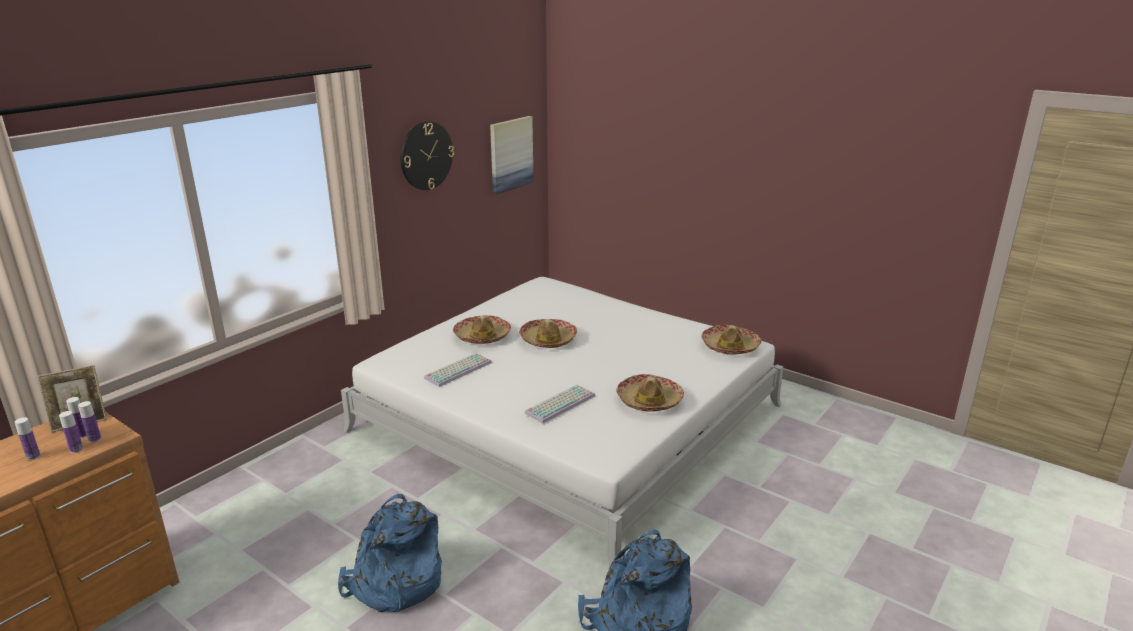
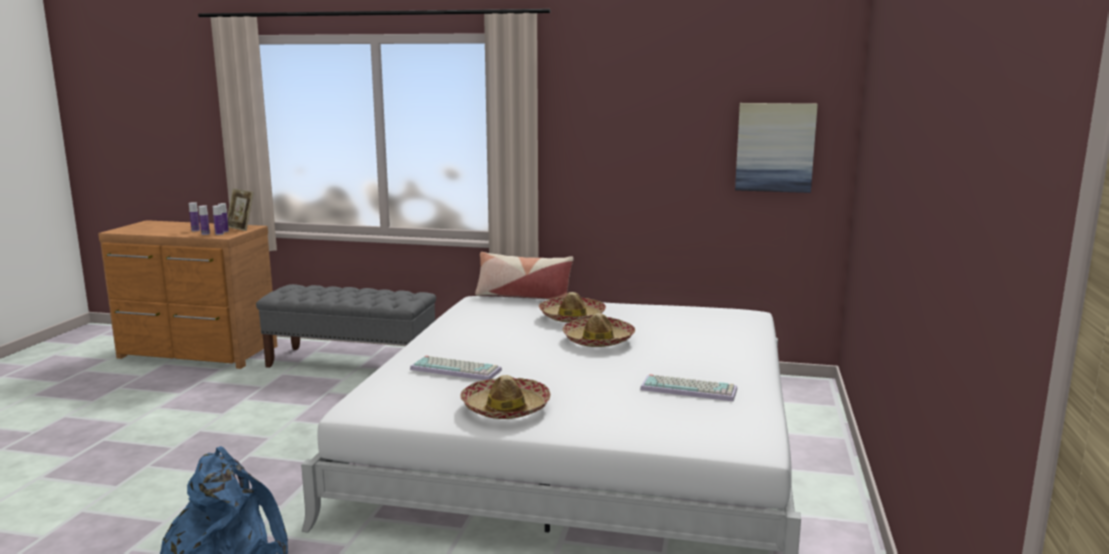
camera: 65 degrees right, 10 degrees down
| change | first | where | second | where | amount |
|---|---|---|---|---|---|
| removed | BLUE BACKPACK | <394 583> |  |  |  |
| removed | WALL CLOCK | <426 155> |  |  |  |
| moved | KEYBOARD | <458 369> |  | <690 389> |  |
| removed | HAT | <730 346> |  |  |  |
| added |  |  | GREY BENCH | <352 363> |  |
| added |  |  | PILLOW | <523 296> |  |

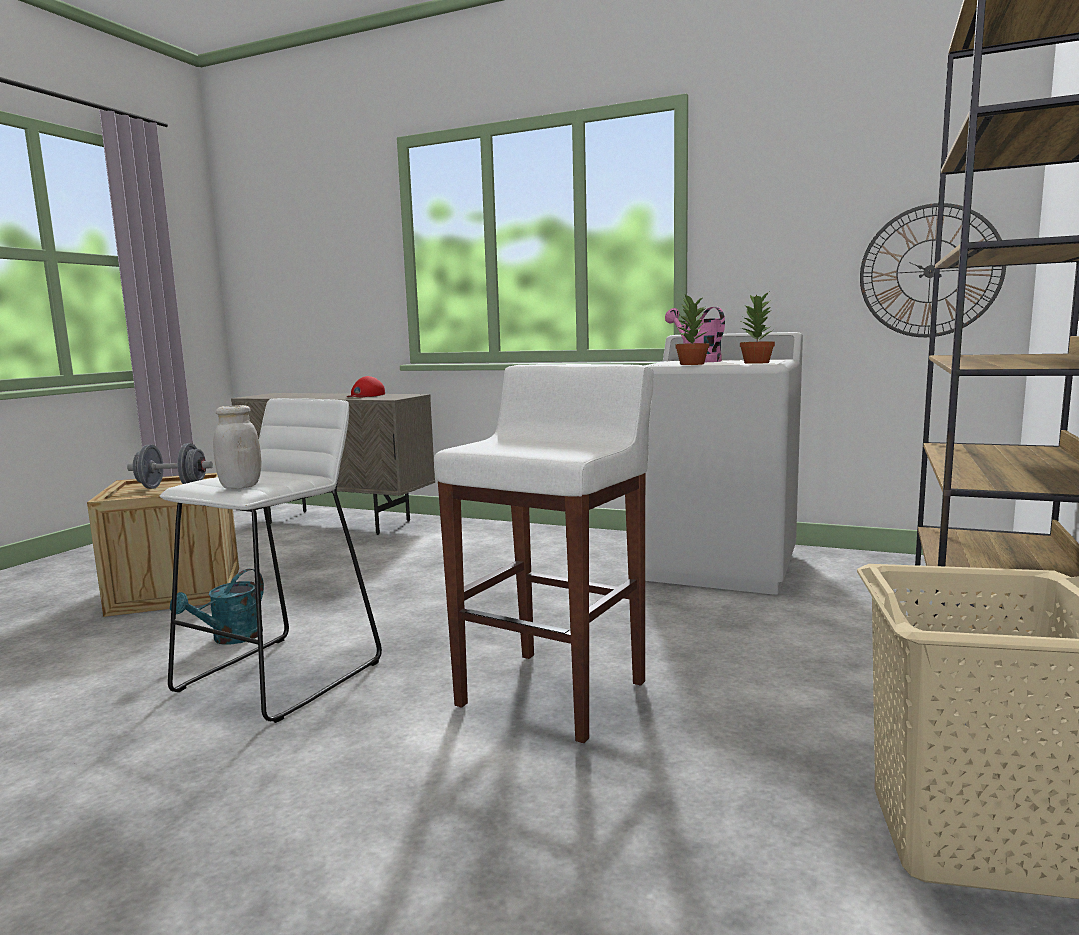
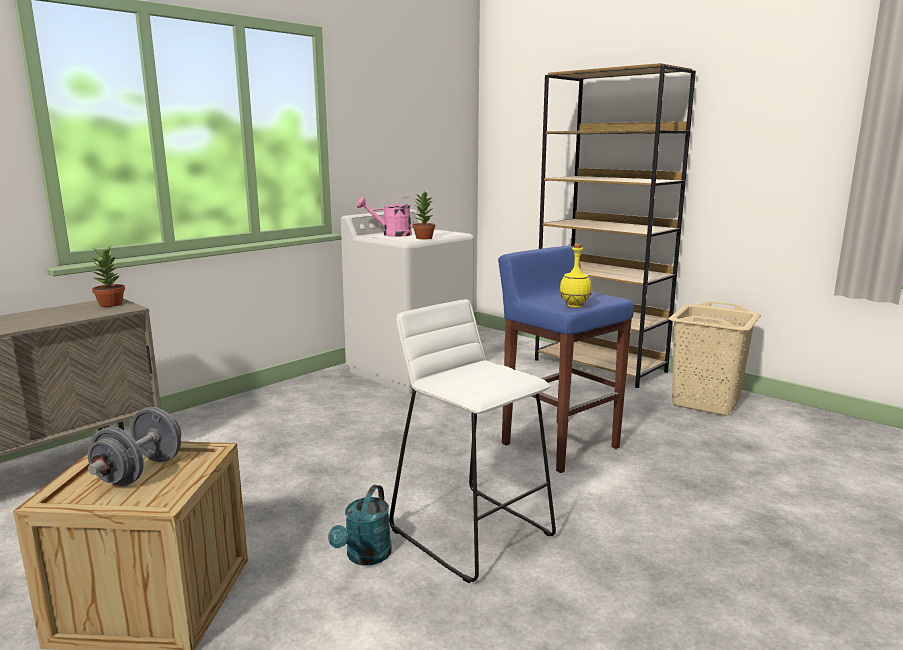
camera: 70 degrees left, 5 degrees up
| change | first | where | second | where | amount |
|---|---|---|---|---|---|
| turned | TURQUOISE WATERING CAN | <230 638> |  | <365 557> | 60 degrees clockwise |
| removed | WHITE JAR | <240 486> |  |  |  |
| removed | RED CAP | <365 395> |  |  |  |
| recoloured | WHITE STOOL | <554 693> | BLUE STOOL | <558 445> |  |
| moved | POTTED PLANT | <756 363> |  | <111 304> |  |
| removed | WALL CLOCK | <930 271> |  |  |  |
| added |  |  | YELLOW BOTTLE | <575 306> |  |

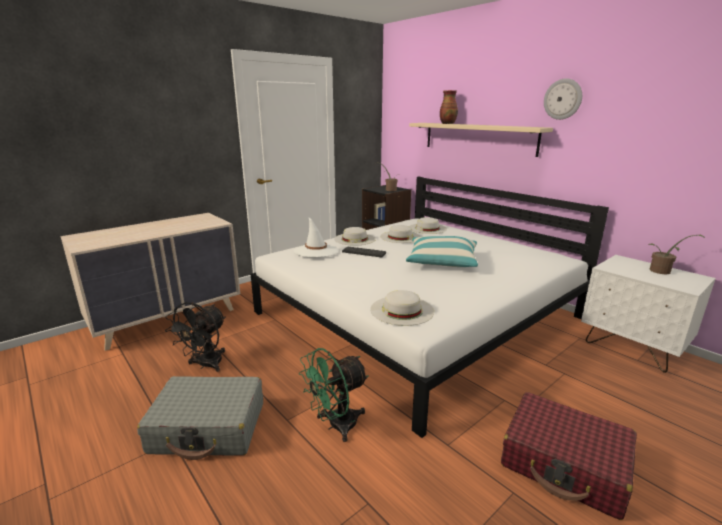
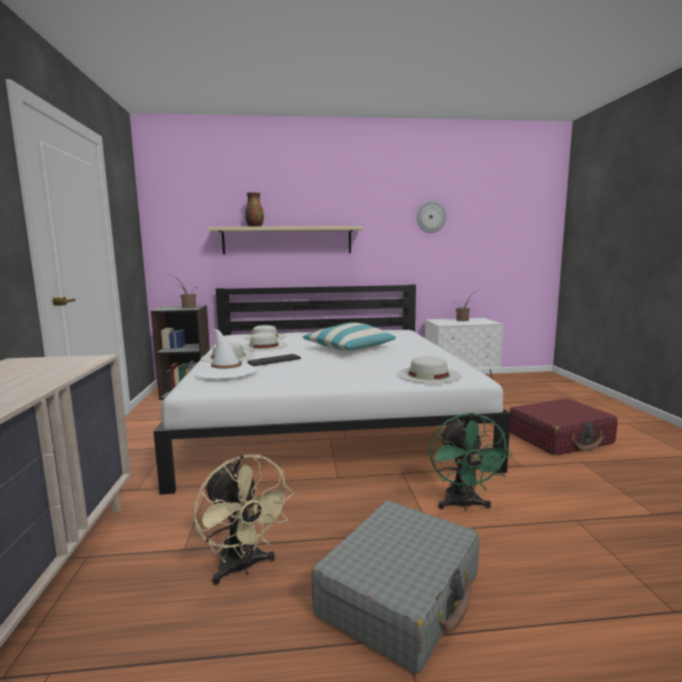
camera: 55 degrees left, 10 degrees down
| change | first | where | second | where | amount |
|---|---|---|---|---|---|
| recoloured | BLACK FAN | <205 365> | BEIGE FAN | <243 568> |  |
| moved | WALL CLOCK | <563 99> |  | <431 217> |  |

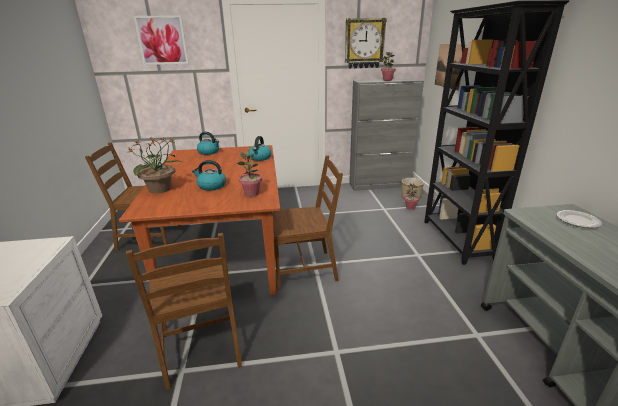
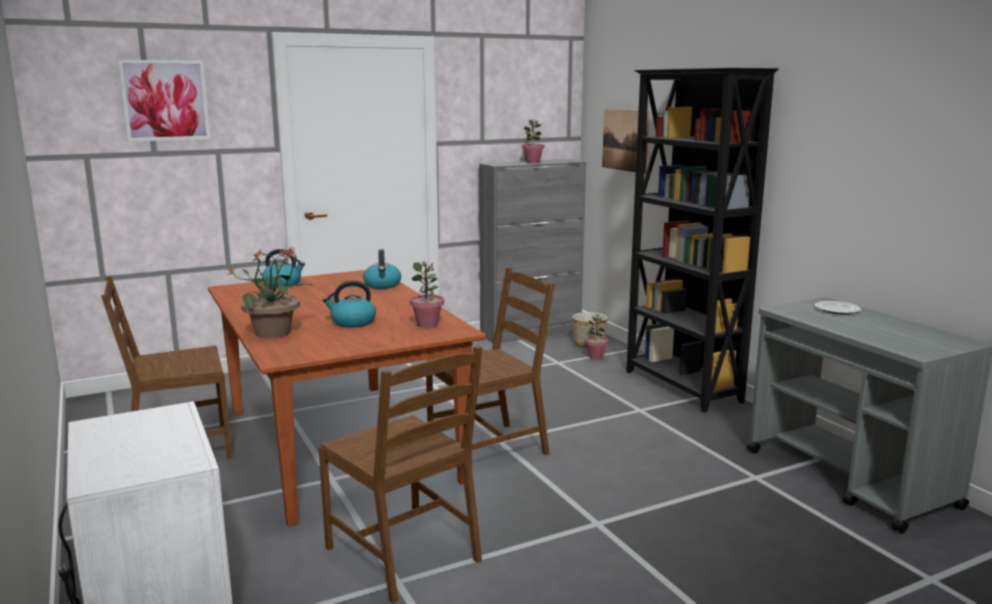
camera: 20 degrees left, 10 degrees down
| change | first | where | second | where | amount |
|---|---|---|---|---|---|
| removed | WALL CLOCK | <364 43> |  |  |  |

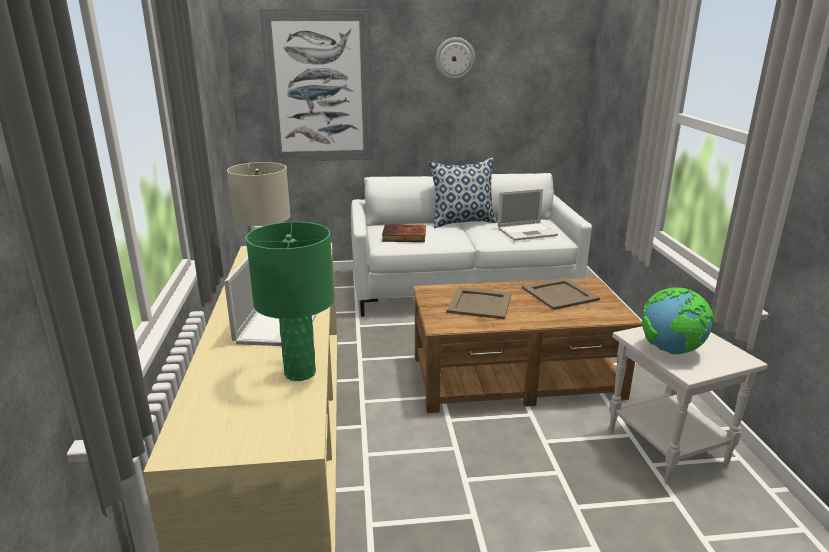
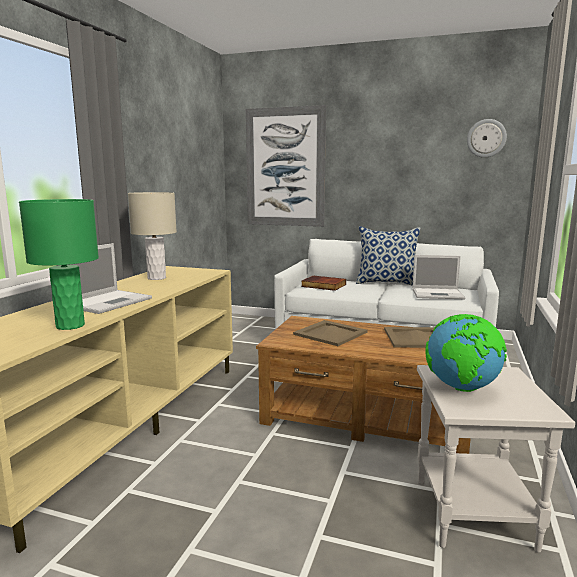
camera: 25 degrees right, 10 degrees down
| change | first | where | second | where | amount |
|---|---|---|---|---|---|
| moved | WALL CLOCK | <455 58> |  | <486 138> |  |

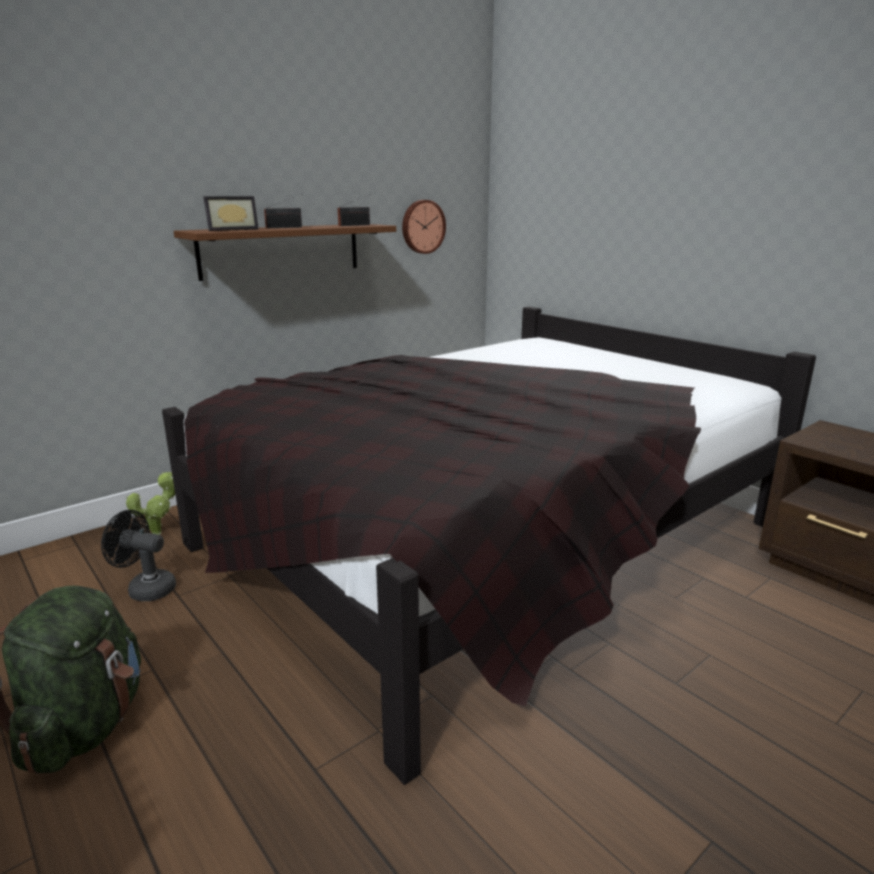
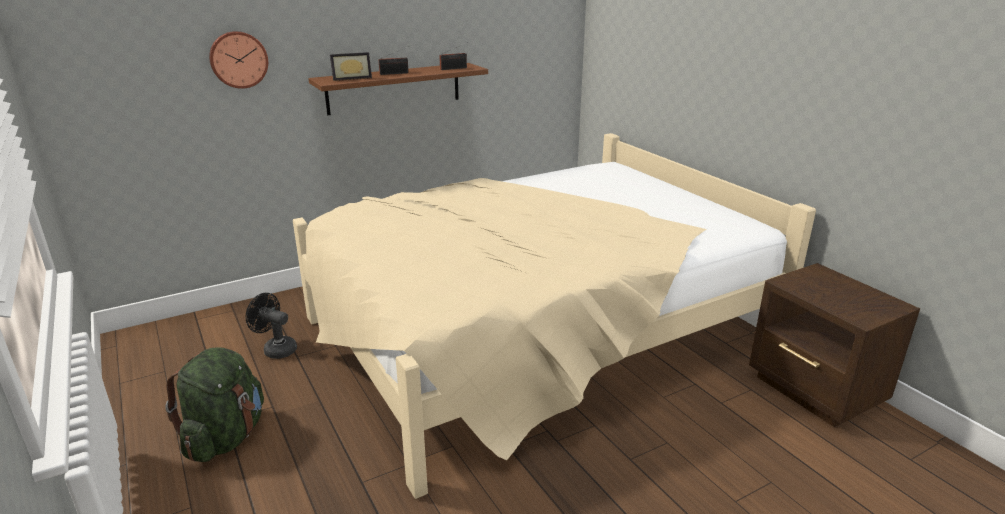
camera: 10 degrees right, 5 degrees up
| change | first | where | second | where | amount |
|---|---|---|---|---|---|
| removed | POTTED PLANT | <160 532> |  |  |  |
| recoloured | BLACK BED | <488 537> | BEIGE BED | <535 333> |  |
| moved | WALL CLOCK | <422 227> |  | <238 59> |  |

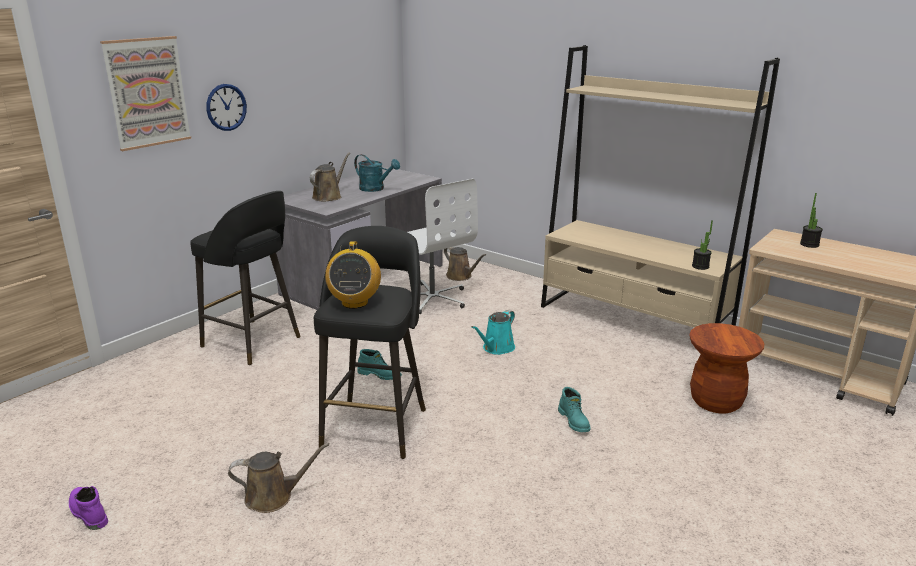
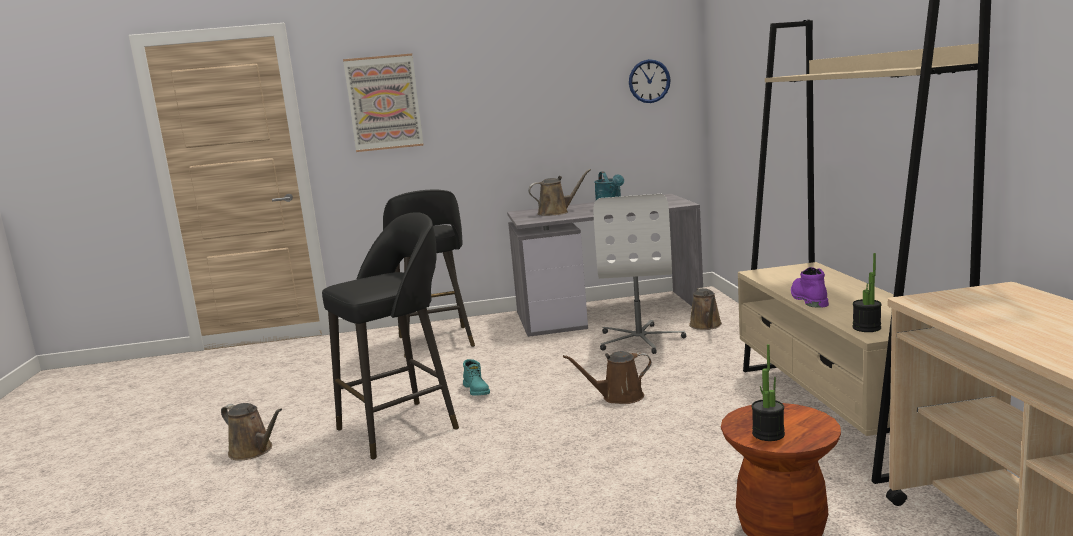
camera: 45 degrees right, 10 degrees down
| change | first | where | second | where | amount |
|---|---|---|---|---|---|
| moved | PURPLE BOOT | <87 513> |  | <808 299> |  |
| moved | WALL CLOCK | <226 107> |  | <649 81> |  |
| removed | RADIO | <354 303> |  |  |  |
| recoloured | TURQUOISE WATERING CAN | <496 348> | BROWN WATERING CAN | <618 397> |  |
| removed | TURQUOISE BOOT | <574 421> |  |  |  |
| moved | POTTED PLANT | <809 244> |  | <768 434> |  |

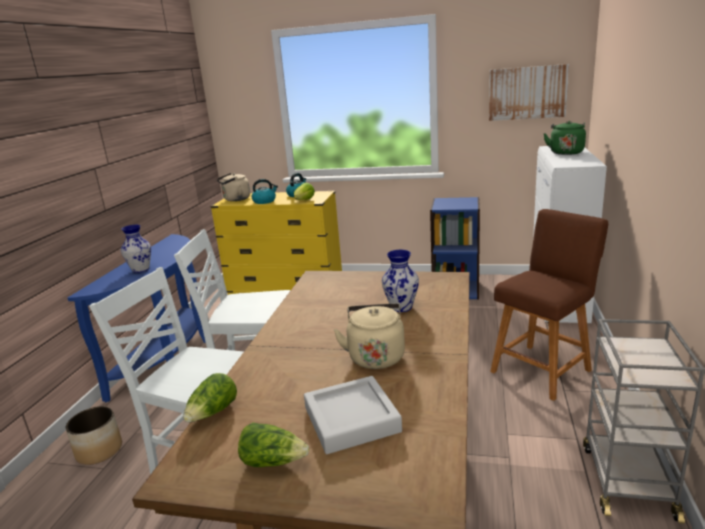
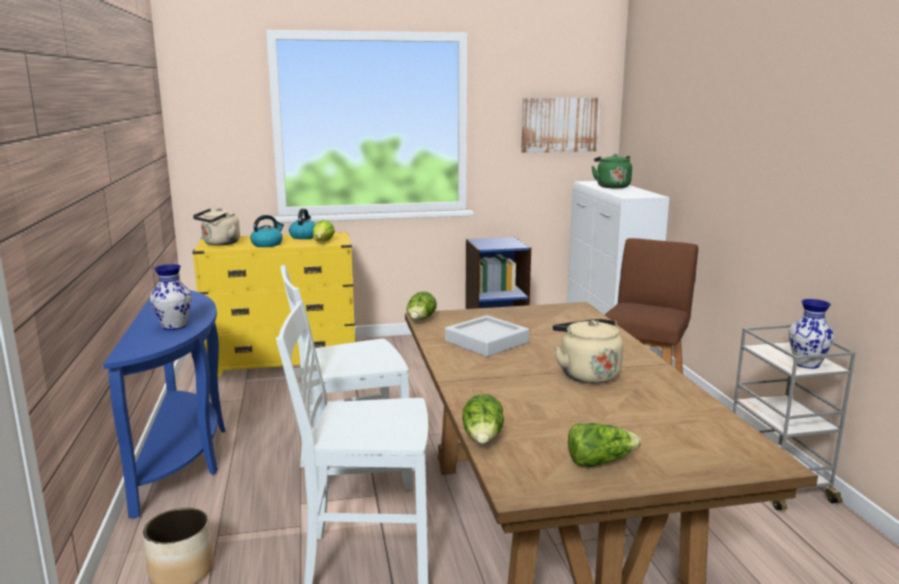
camera: 25 degrees left, 5 degrees down
| change | first | where | second | where | amount |
|---|---|---|---|---|---|
| moved | GREY TRAY | <351 420> |  | <486 342> |  |
| moved | VASE | <401 307> |  | <806 364> |  |
| added |  |  | LETTUCE | <421 320> |  |

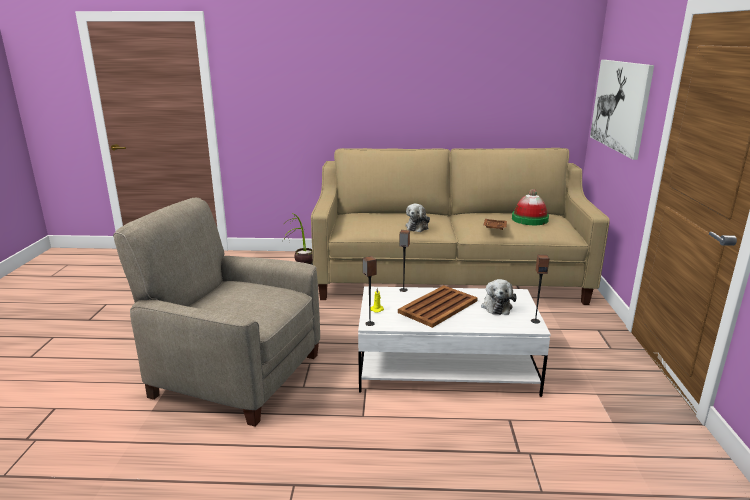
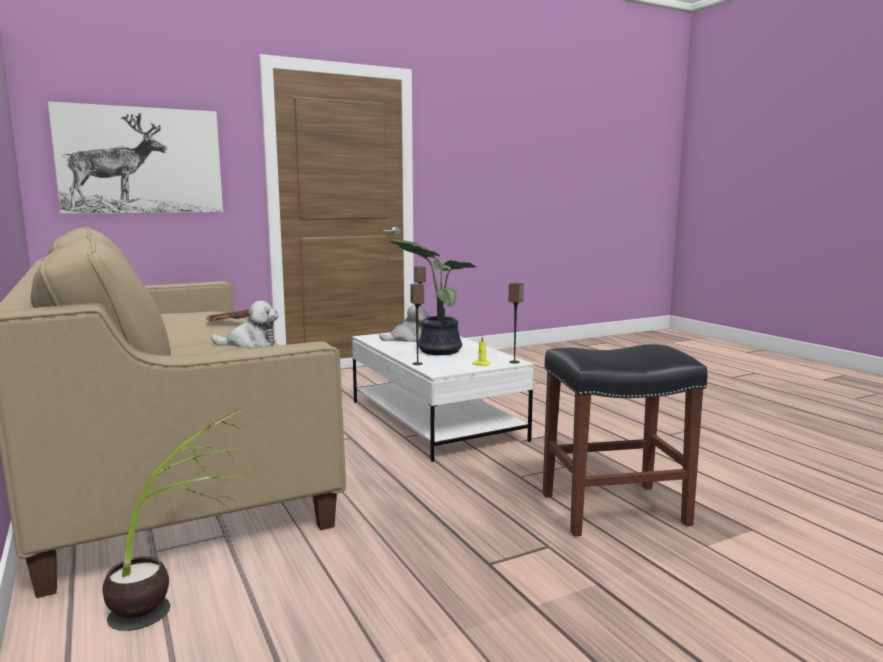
camera: 120 degrees left, 10 degrees down
| change | first | where | second | where | amount |
|---|---|---|---|---|---|
| replaced | BEIGE ARMCHAIR | <235 374> | BLACK STOOL | <612 509> |  |
| replaced | BROWN TRAY | <439 306> | POTTED PLANT | <437 350> |  |
| removed | HAT | <529 219> |  |  |  |

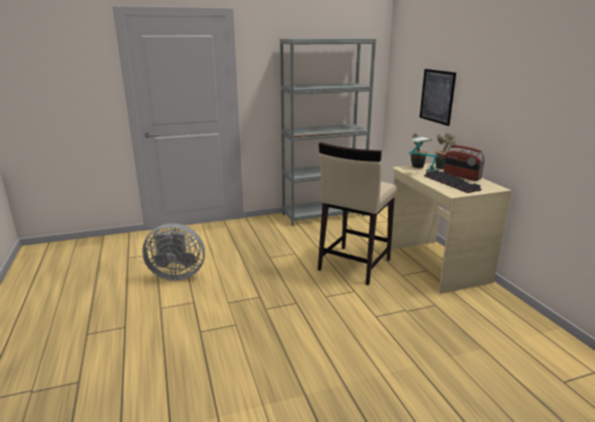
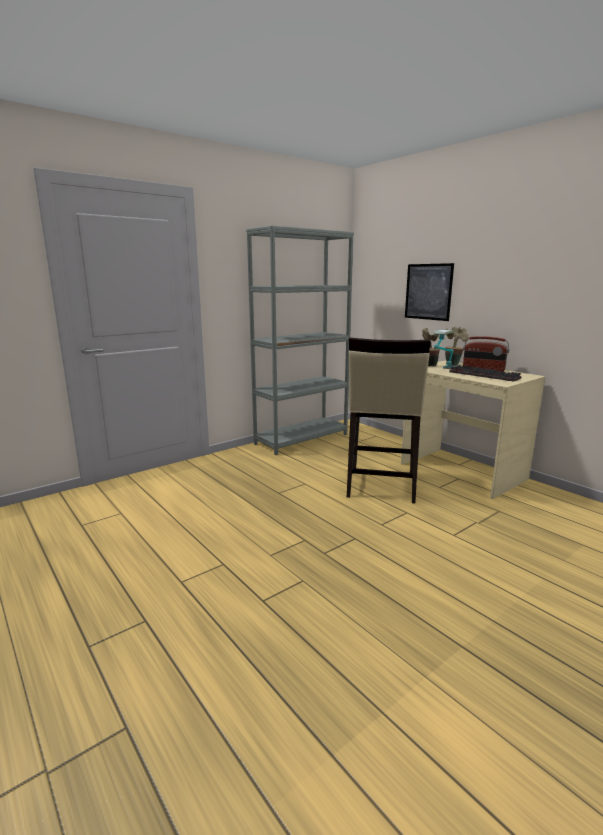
camera: 20 degrees left, 5 degrees down
| change | first | where | second | where | amount |
|---|---|---|---|---|---|
| removed | GREY FAN | <176 274> |  |  |  |

